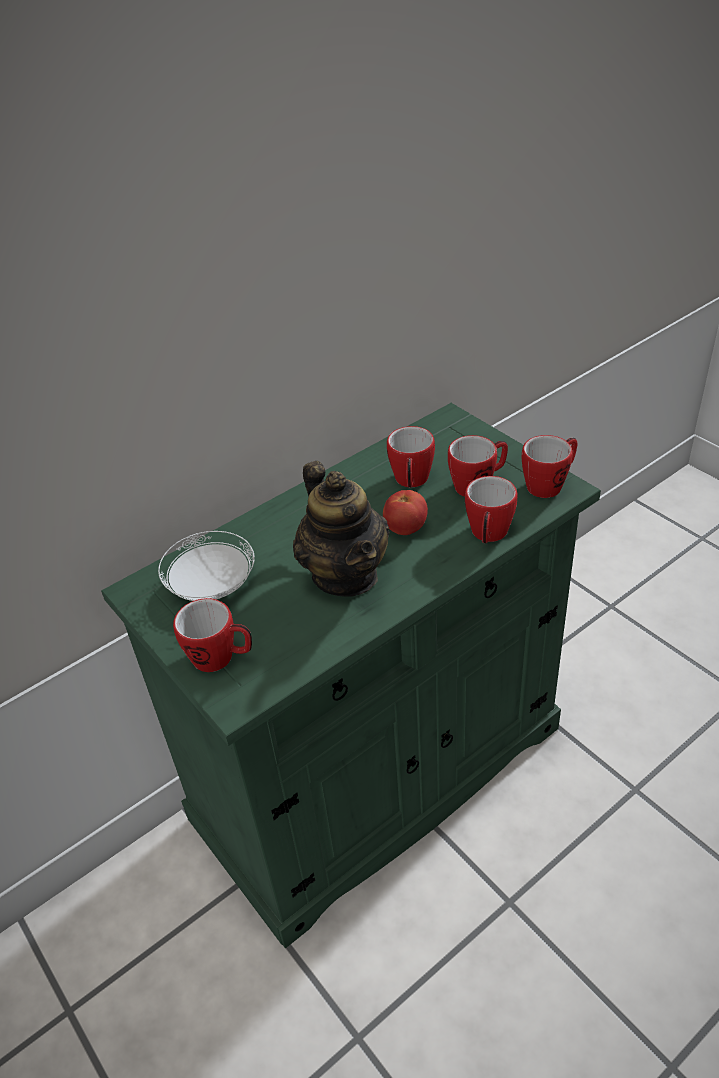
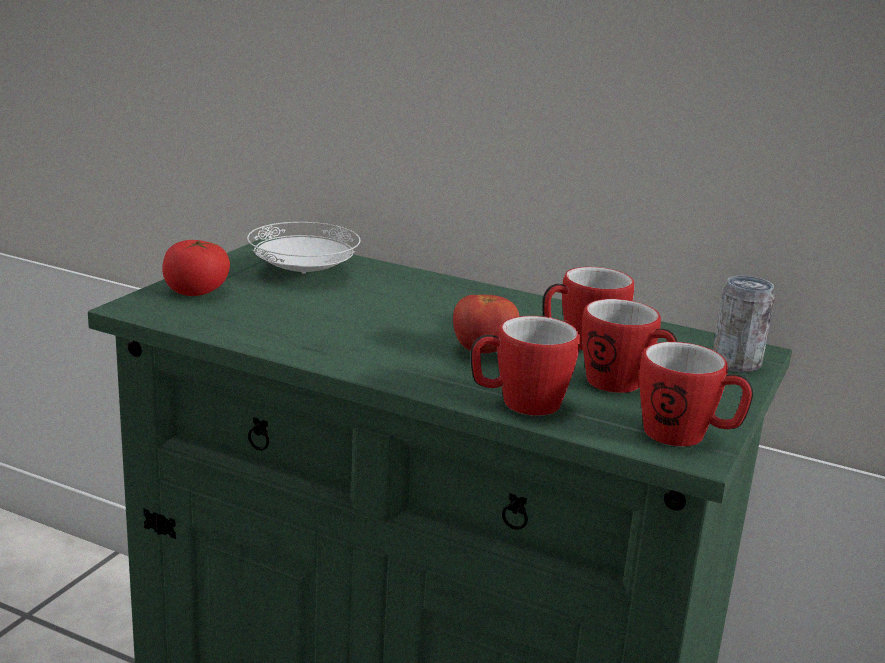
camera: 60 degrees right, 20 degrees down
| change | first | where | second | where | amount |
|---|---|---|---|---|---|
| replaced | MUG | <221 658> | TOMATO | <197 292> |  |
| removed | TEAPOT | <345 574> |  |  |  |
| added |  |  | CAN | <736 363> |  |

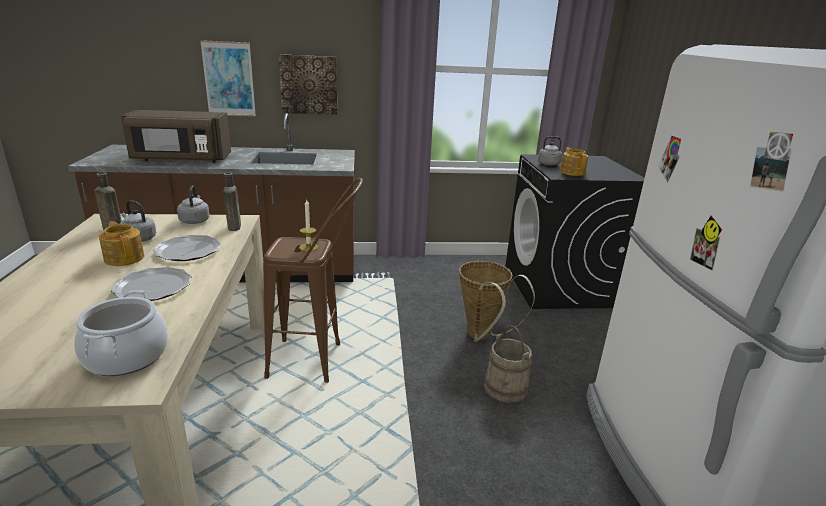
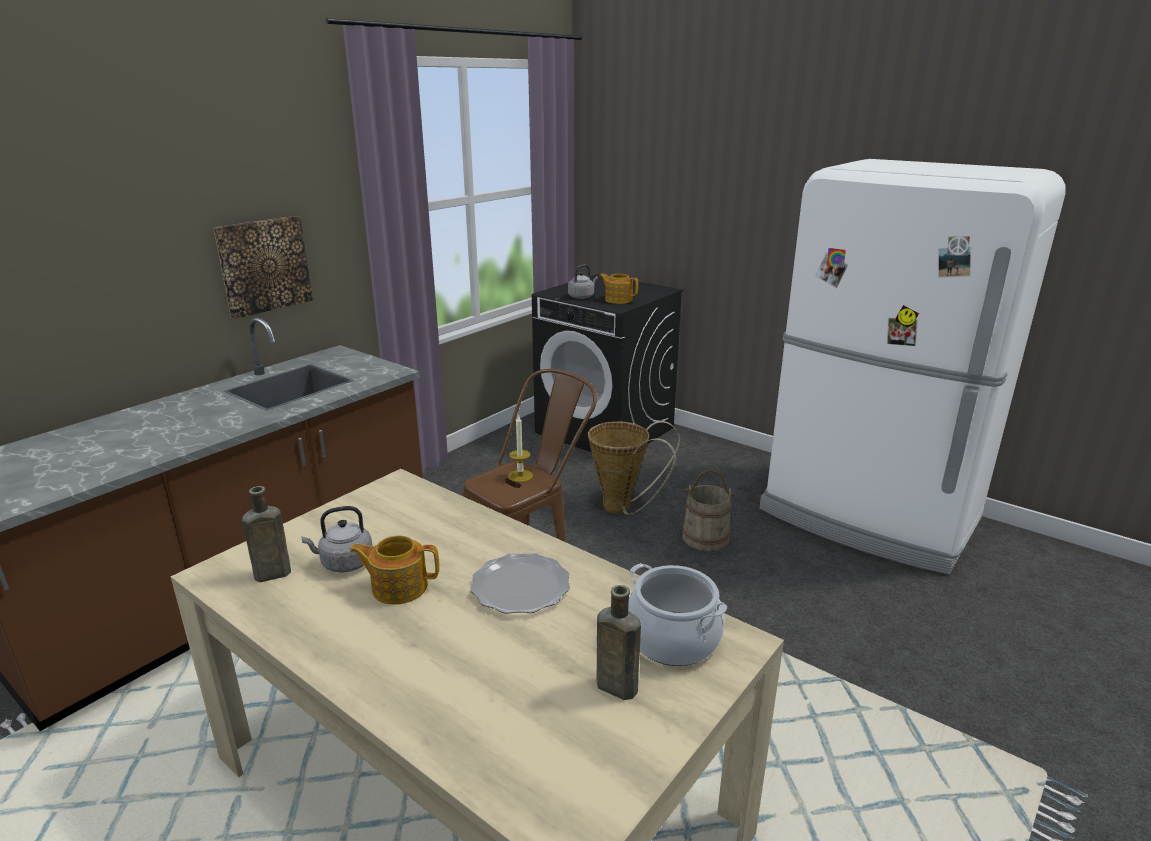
camera: 45 degrees left, 0 degrees up
| change | first | where | second | where | amount |
|---|---|---|---|---|---|
| removed | BROWN MICROWAVE | <180 159> |  |  |  |
| removed | PLATE | <188 251> |  |  |  |
| removed | GREY KETTLE | <195 220> |  |  |  |
| removed | PICTURE | <229 79> |  |  |  |
| moved | BROWN BOTTLE | <234 226> |  | <614 686> |  |

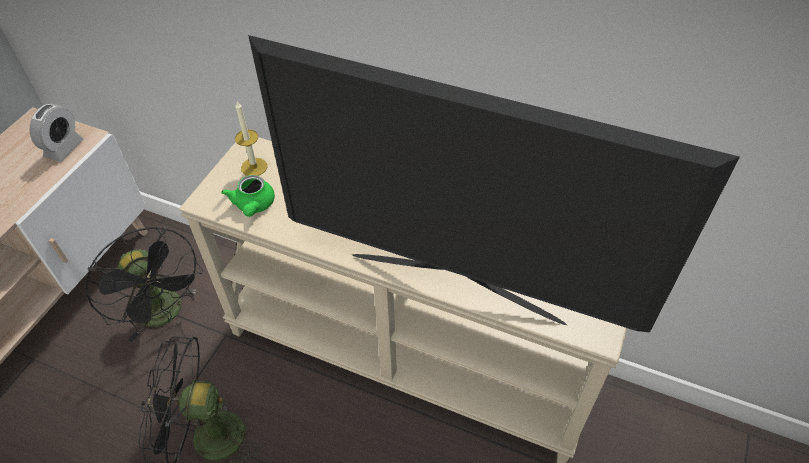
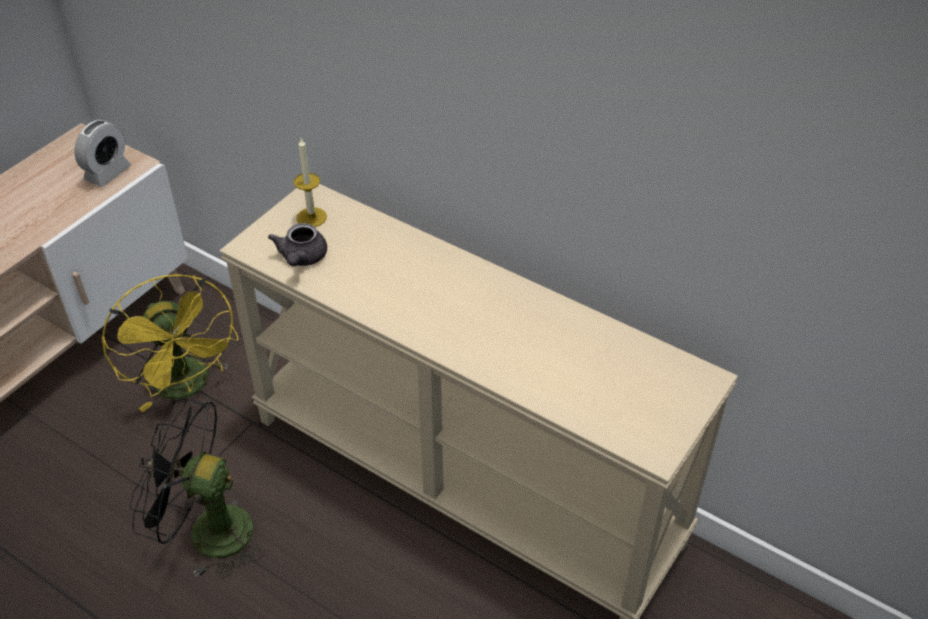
camera: 10 degrees right, 5 degrees down
| change | first | where | second | where | amount |
|---|---|---|---|---|---|
| recoloured | BLACK FAN | <166 314> | YELLOW FAN | <188 387> |  |
| recoloured | GREEN TEAPOT | <253 206> | GREY TEAPOT | <301 258> |  |
| removed | TELEVISION | <456 285> |  |  |  |

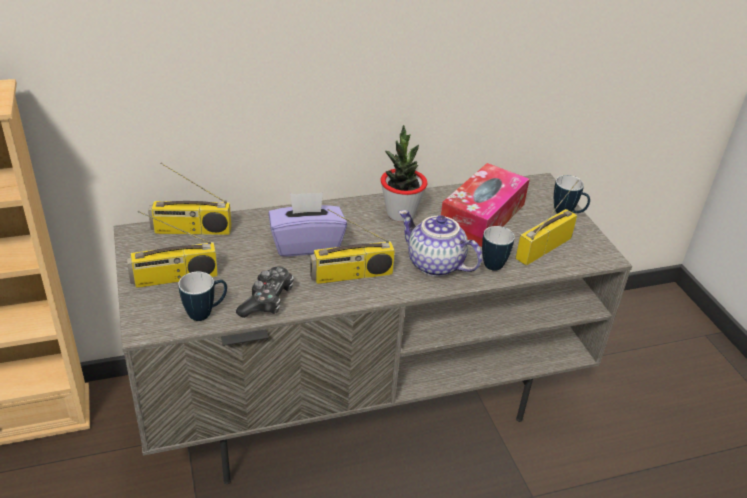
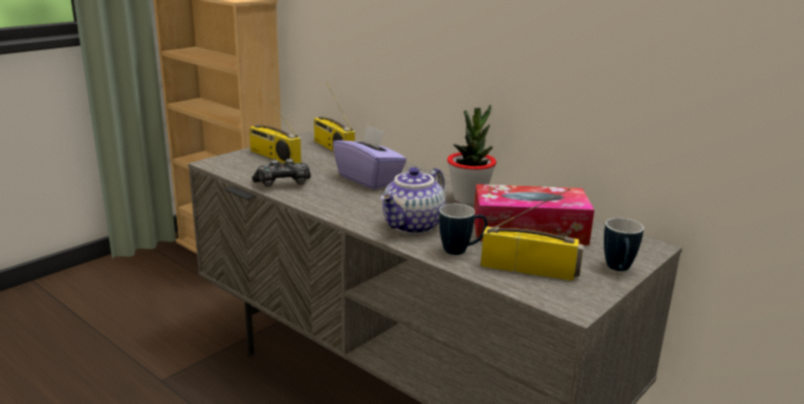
camera: 60 degrees right, 15 degrees down
| change | first | where | second | where | amount |
|---|---|---|---|---|---|
| removed | MUG | <206 313> |  |  |  |
| removed | RADIO | <351 275> |  |  |  |
| turned | TEAPOT | <434 265> |  | <414 226> | 150 degrees counterclockwise |

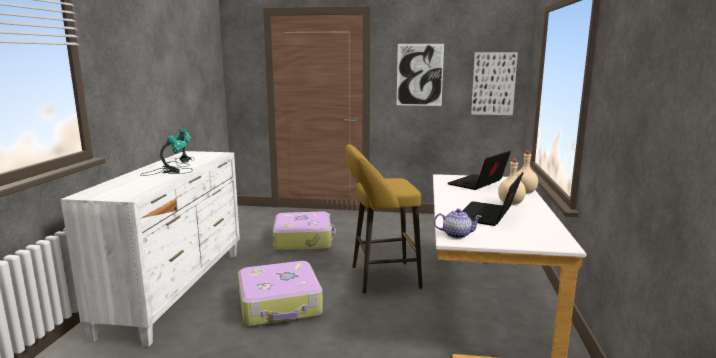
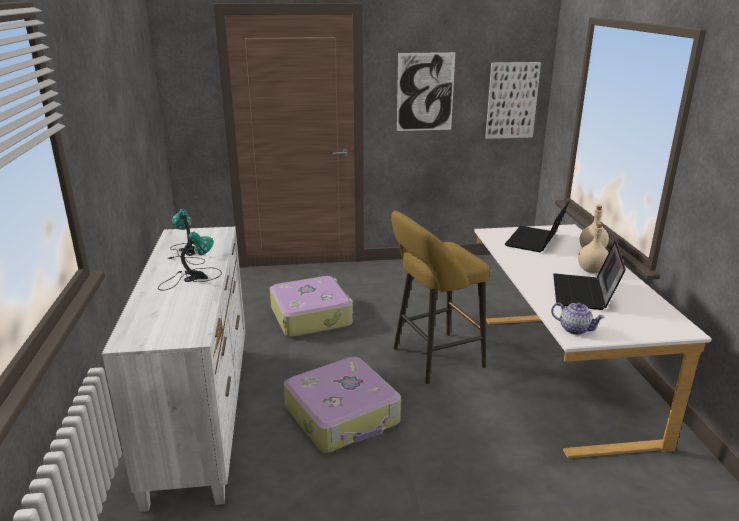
camera: 15 degrees left, 10 degrees up
| change | first | where | second | where | amount |
|---|---|---|---|---|---|
| turned | TEAPOT | <457 234> |  | <575 329> | 45 degrees clockwise |

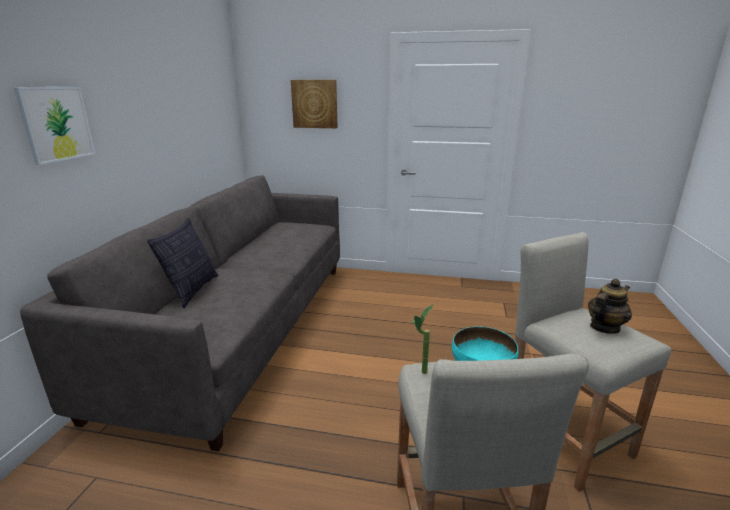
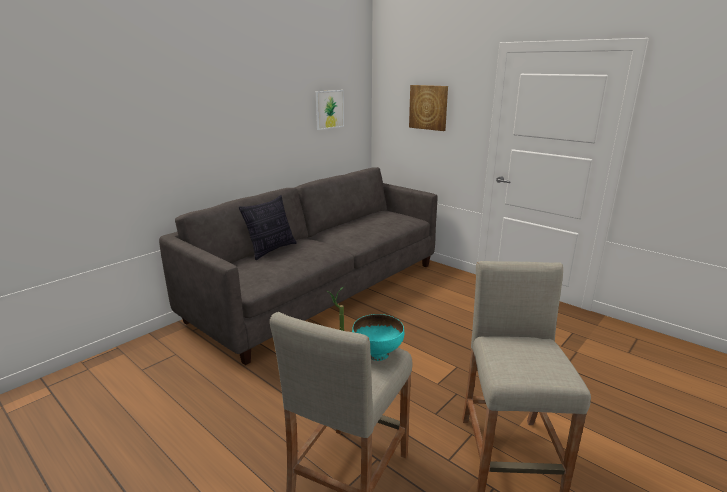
camera: 30 degrees right, 0 degrees up
| change | first | where | second | where | amount |
|---|---|---|---|---|---|
| moved | PICTURE | <56 124> |  | <329 109> |  |
| removed | TEAPOT | <604 327> |  |  |  |

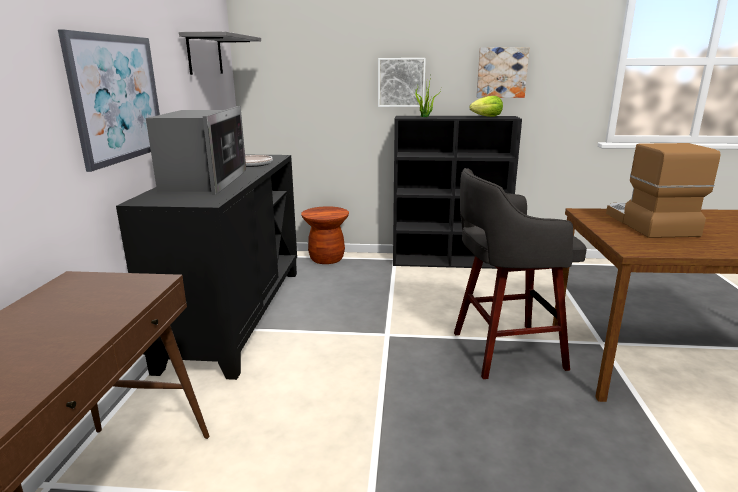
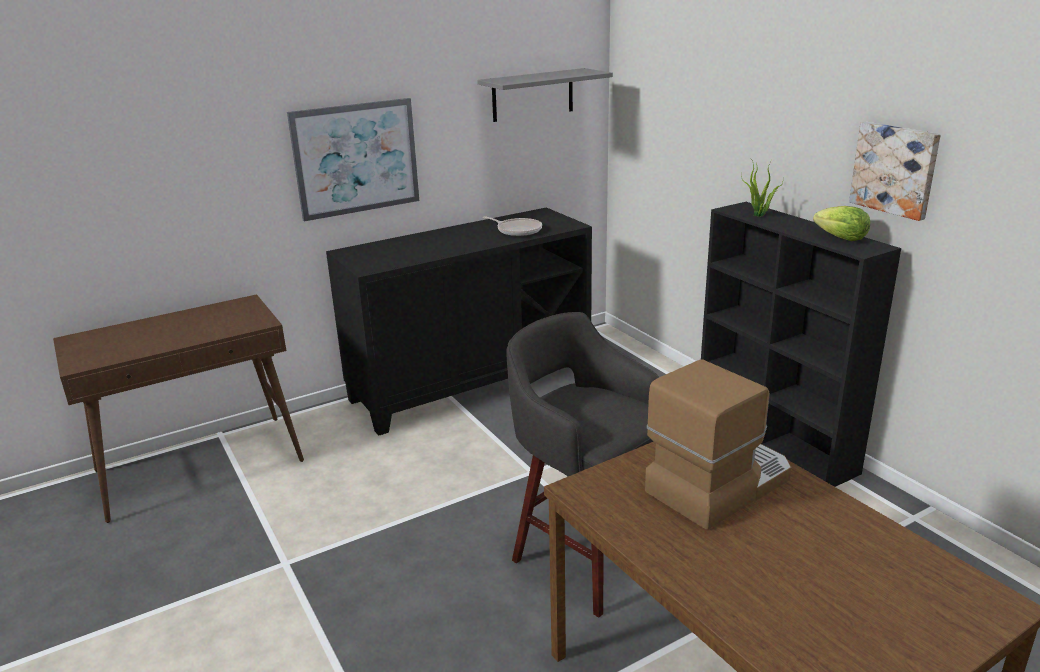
camera: 55 degrees right, 5 degrees up
| change | first | where | second | where | amount |
|---|---|---|---|---|---|
| removed | MICROWAVE | <204 181> |  |  |  |
| removed | BROWN STOOL | <326 259> |  |  |  |
| removed | PICTURE | <401 82> |  |  |  |

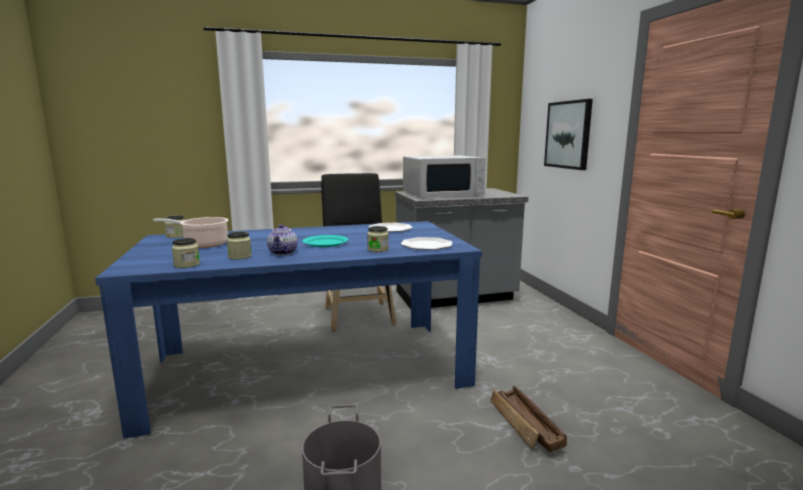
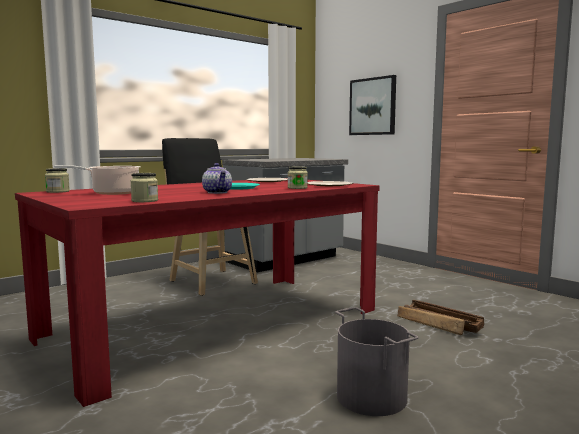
camera: 25 degrees left, 5 degrees down
| change | first | where | second | where | amount |
|---|---|---|---|---|---|
| recoloured | BLUE DINING TABLE | <308 369> | RED DINING TABLE | <215 323> |  |
| removed | JAR | <240 256> |  |  |  |
| removed | WHITE MICROWAVE | <442 194> |  |  |  |

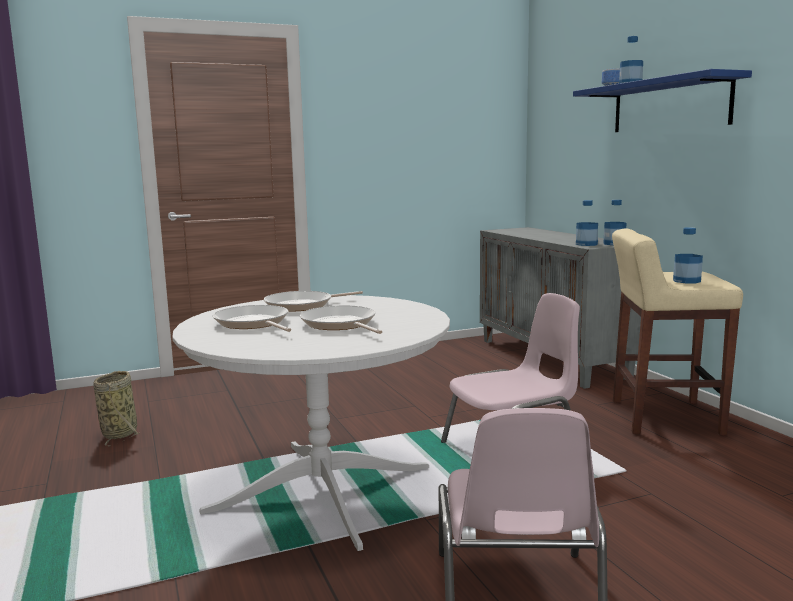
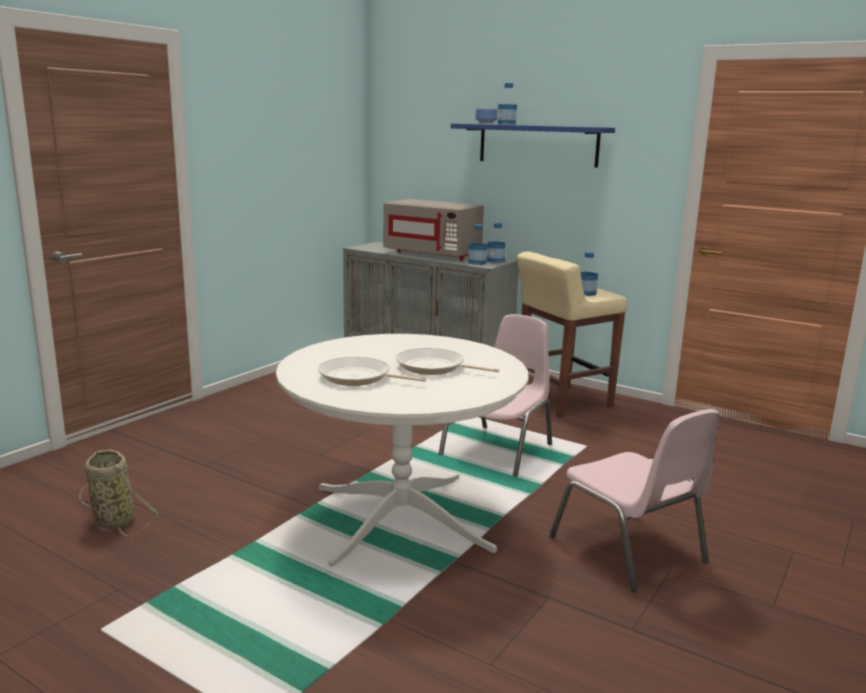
camera: 35 degrees left, 5 degrees up
| change | first | where | second | where | amount |
|---|---|---|---|---|---|
| removed | FRYING PAN | <303 305> |  |  |  |
| added |  |  | GREY MICROWAVE | <433 254> |  |

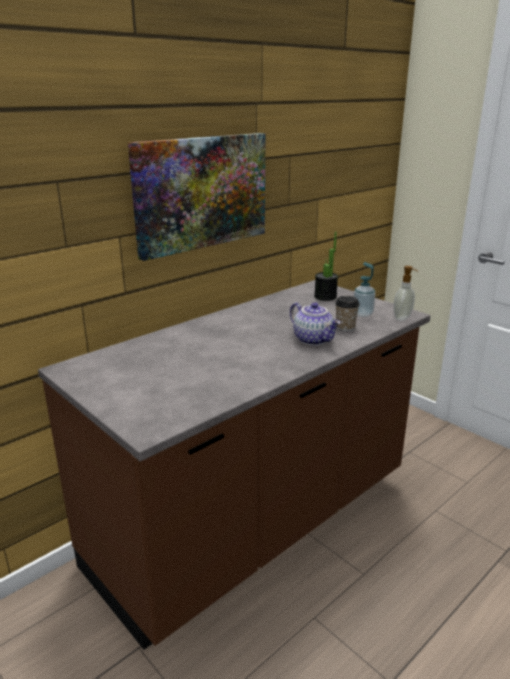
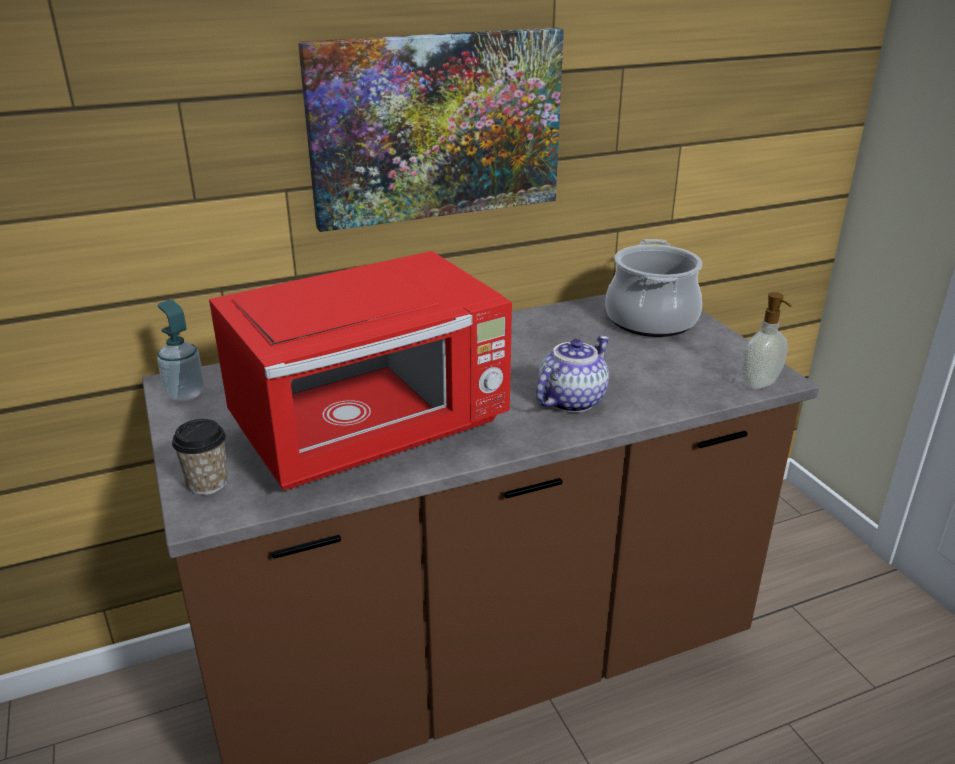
camera: 20 degrees right, 5 degrees up
| change | first | where | second | where | amount |
|---|---|---|---|---|---|
| turned | TEAPOT | <314 340> |  | <570 400> | 120 degrees counterclockwise |
| replaced | POTTED PLANT | <325 297> | COOKING POT | <651 320> |  |
| moved | CUP | <345 327> |  | <207 483> |  |
| moved | SOAP DISPENSER | <362 314> |  | <185 394> |  |
| added |  |  | RED MICROWAVE | <374 431> |  |

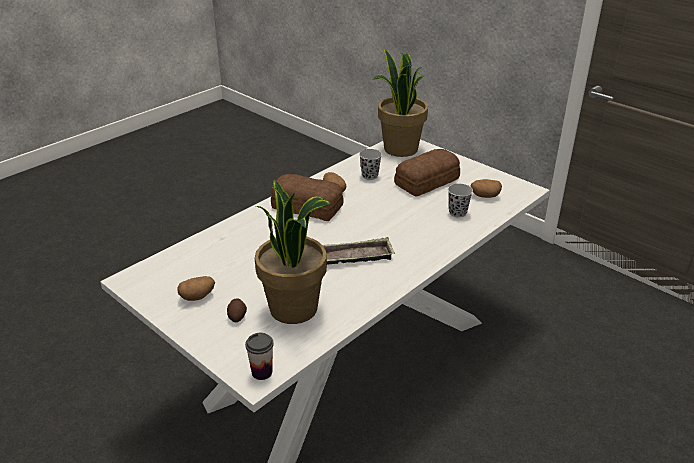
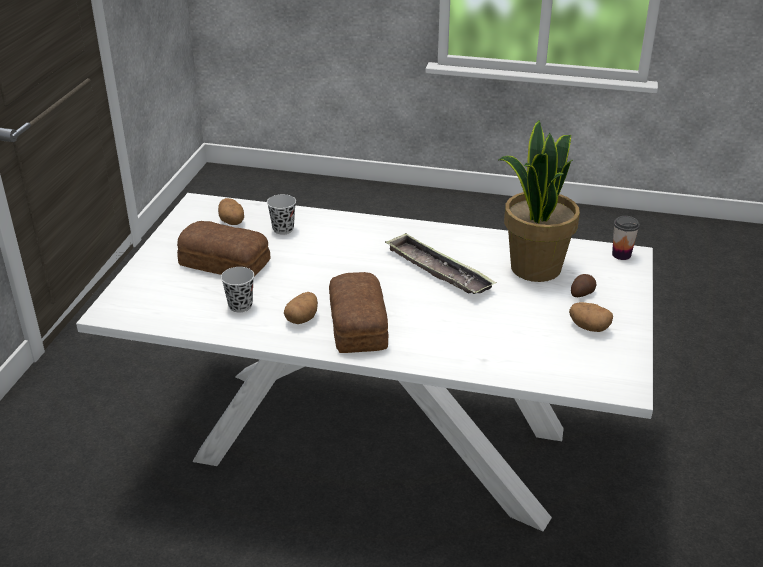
camera: 120 degrees left, 0 degrees up
| change | first | where | second | where | amount |
|---|---|---|---|---|---|
| removed | POTTED PLANT | <400 149> |  |  |  |

